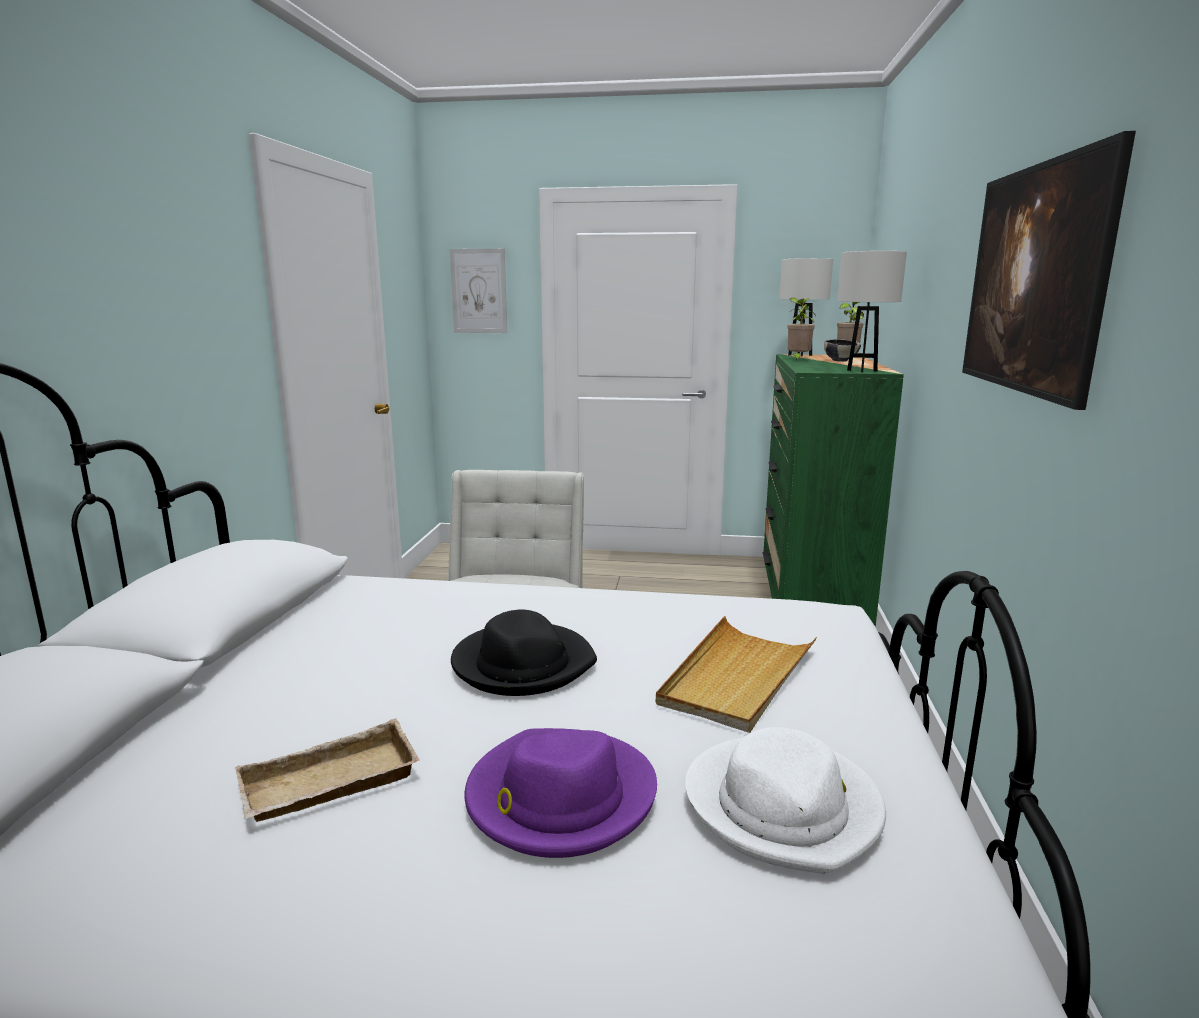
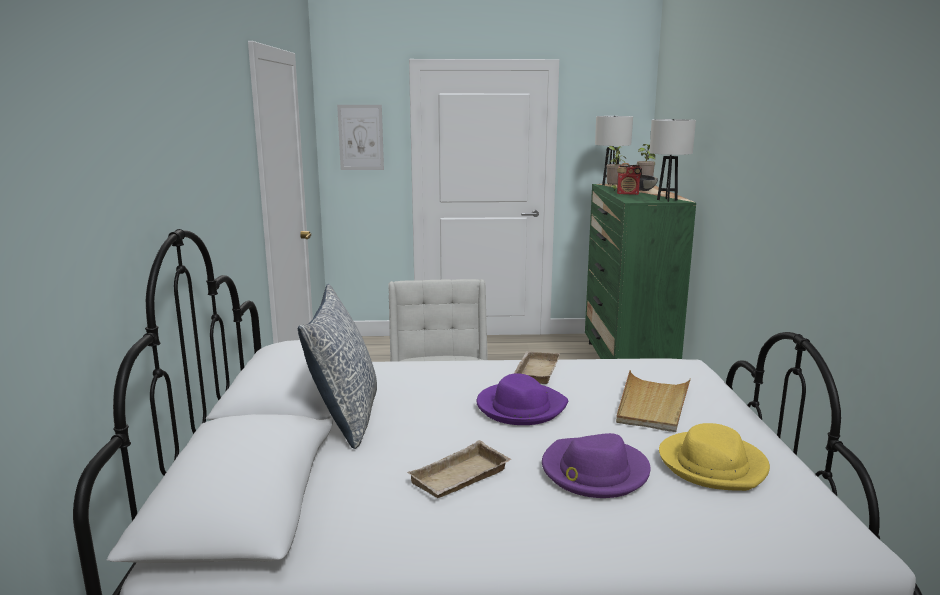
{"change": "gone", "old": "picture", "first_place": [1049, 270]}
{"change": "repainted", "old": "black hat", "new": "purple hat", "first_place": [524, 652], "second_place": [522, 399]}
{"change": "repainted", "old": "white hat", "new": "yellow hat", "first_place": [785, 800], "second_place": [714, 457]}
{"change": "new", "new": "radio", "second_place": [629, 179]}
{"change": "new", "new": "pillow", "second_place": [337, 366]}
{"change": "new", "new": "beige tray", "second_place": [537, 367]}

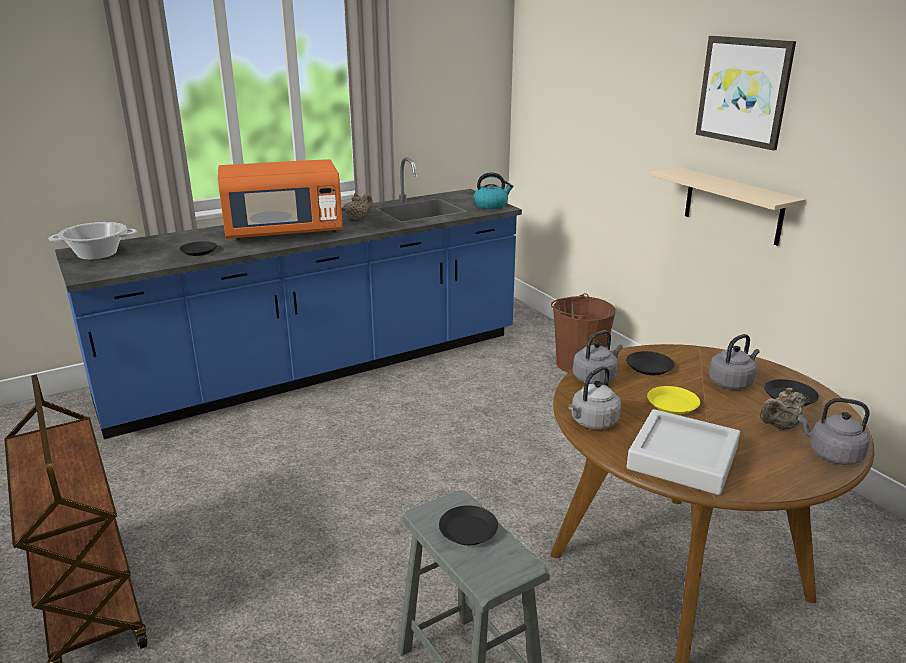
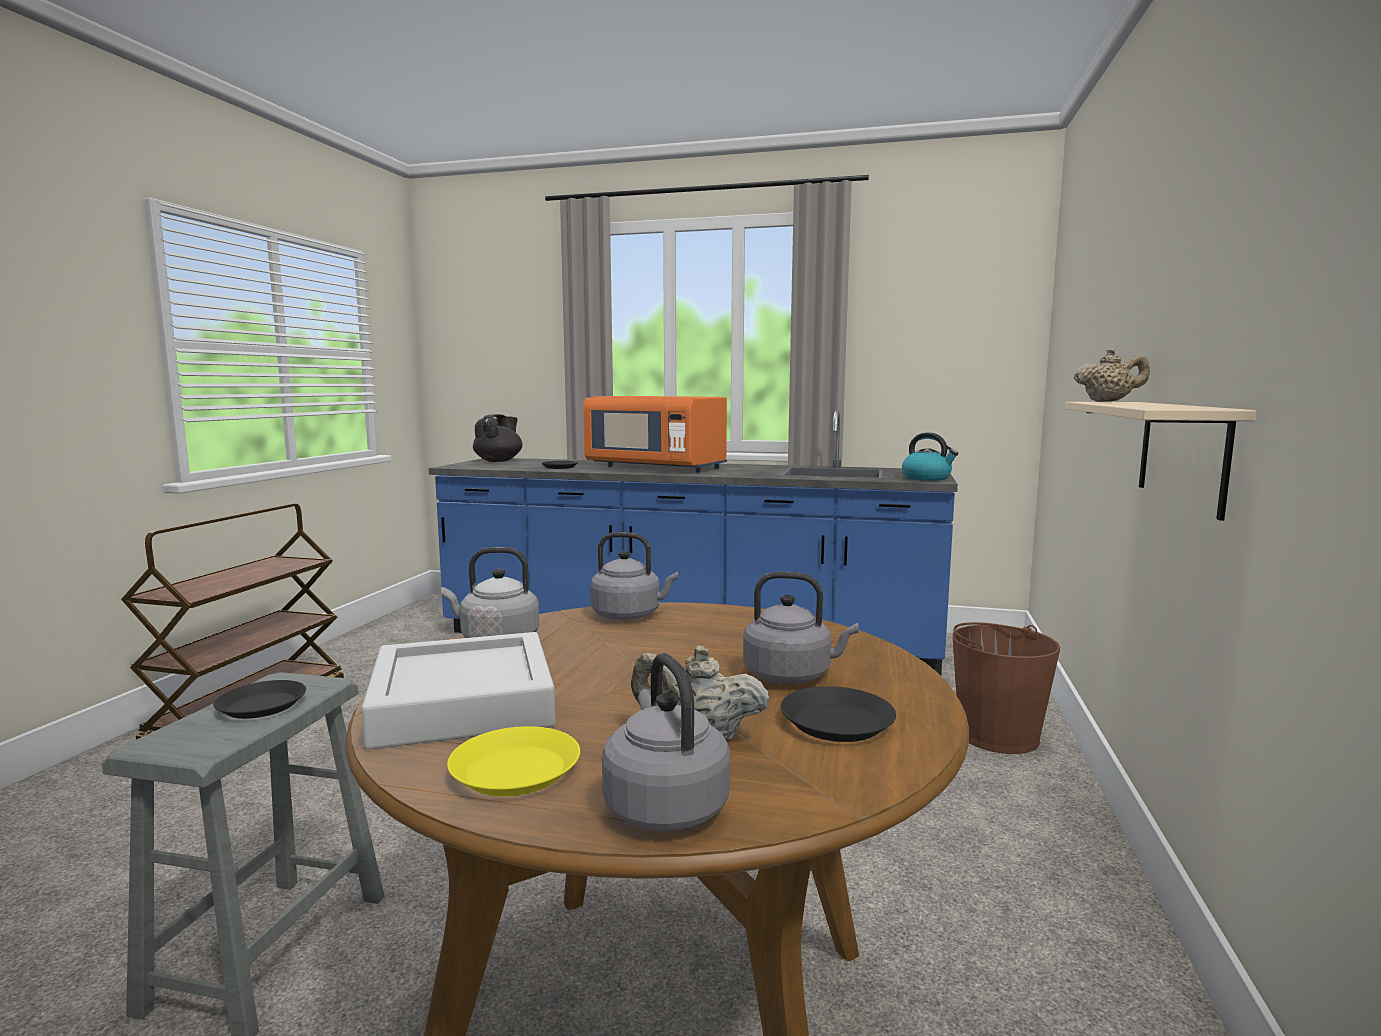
{"change": "gone", "old": "picture", "first_place": [746, 93]}
{"change": "shifted", "old": "beige teapot", "first_place": [358, 206], "second_place": [1112, 375]}
{"change": "swapped", "old": "cooking pot", "new": "black teapot", "first_place": [93, 241], "second_place": [497, 438]}
{"change": "gone", "old": "black plate", "first_place": [650, 363]}
{"change": "shifted", "old": "yellow plate", "first_place": [673, 400], "second_place": [513, 761]}

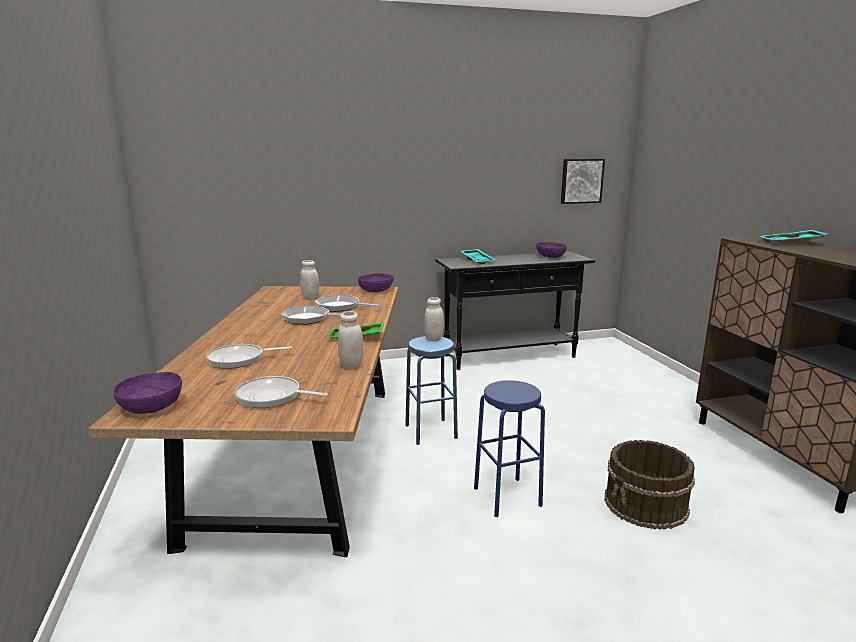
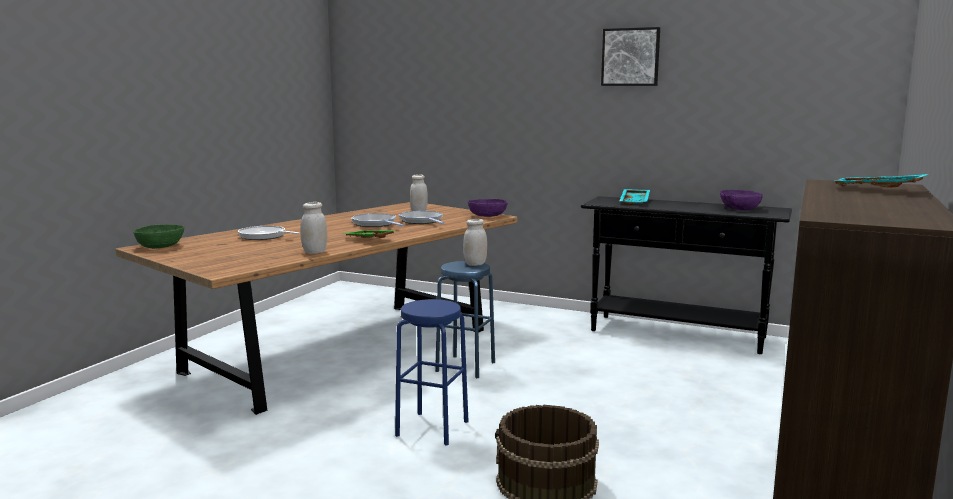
{"change": "shifted", "old": "picture", "first_place": [583, 181], "second_place": [630, 56]}
{"change": "repainted", "old": "purple bowl", "new": "green bowl", "first_place": [147, 393], "second_place": [159, 236]}
{"change": "gone", "old": "frying pan", "first_place": [281, 392]}

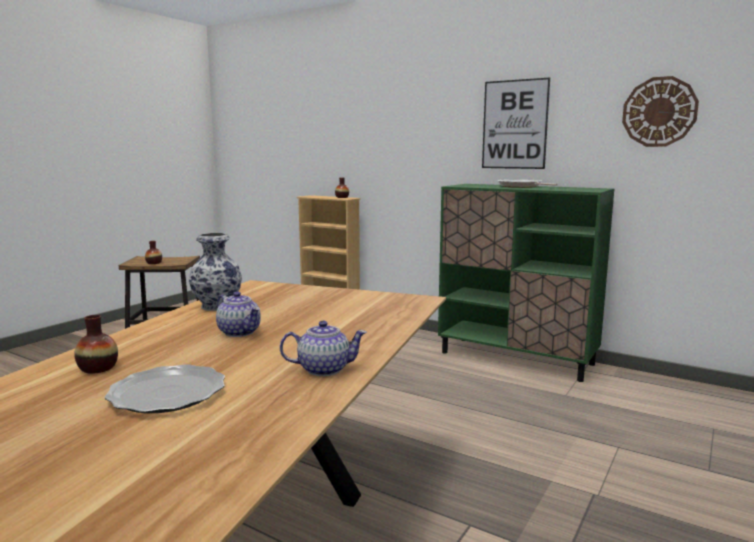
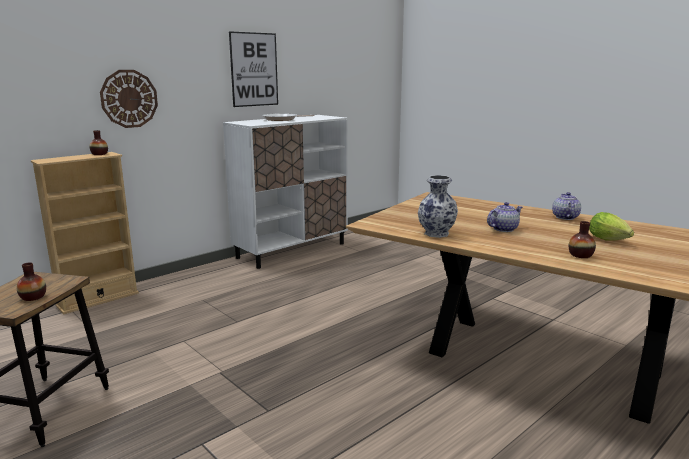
{"change": "shifted", "old": "wall clock", "first_place": [660, 111], "second_place": [129, 99]}
{"change": "repainted", "old": "green cabinet", "new": "white cabinet", "first_place": [526, 283], "second_place": [285, 192]}
{"change": "swapped", "old": "plate", "new": "lettuce", "first_place": [164, 389], "second_place": [611, 226]}

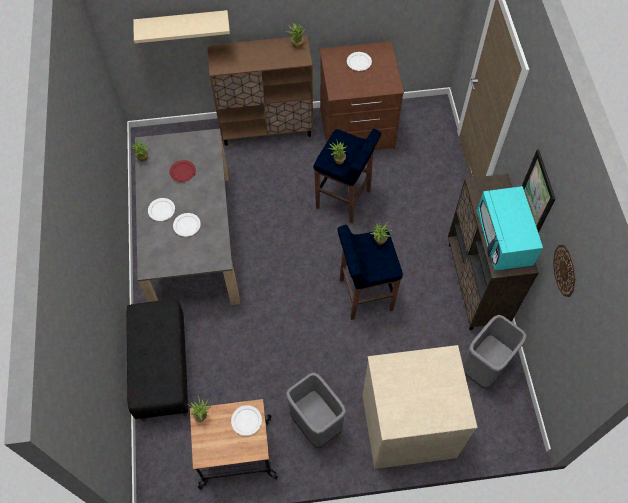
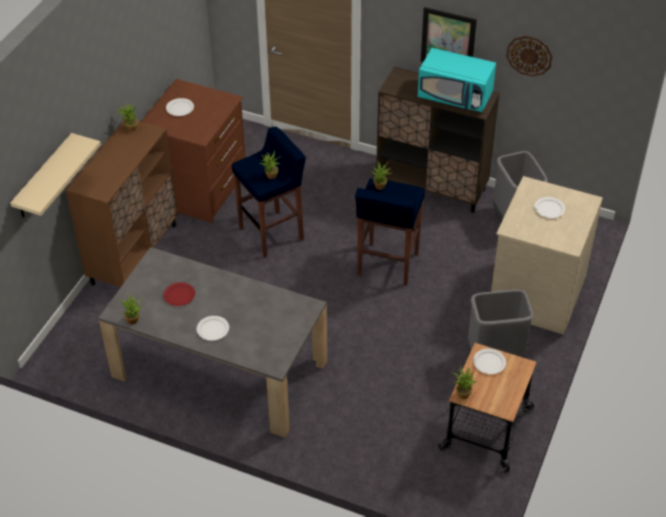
{"change": "shifted", "old": "white plate", "first_place": [187, 225], "second_place": [549, 207]}
{"change": "gone", "old": "black bench", "first_place": [157, 360]}

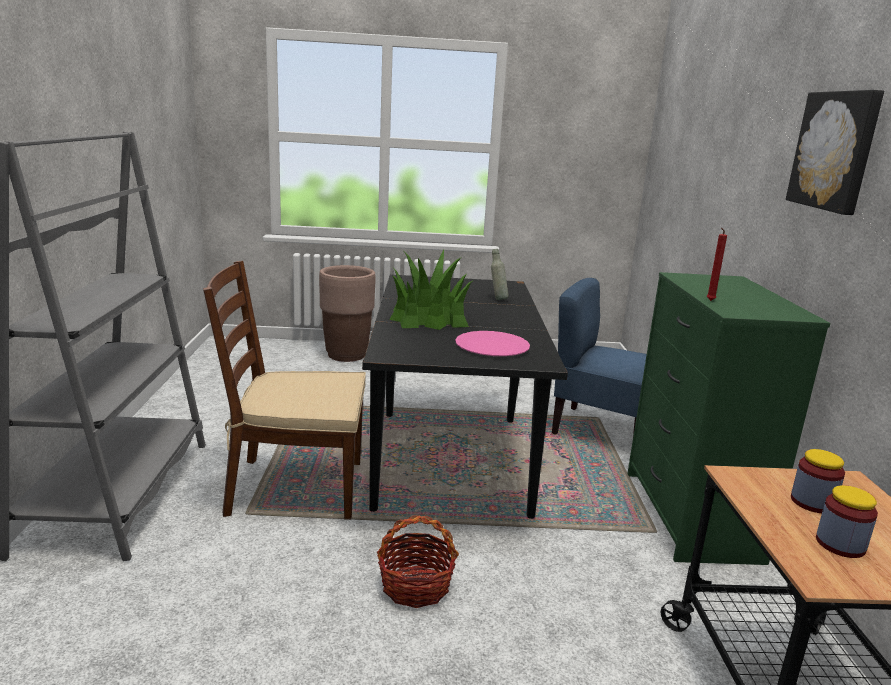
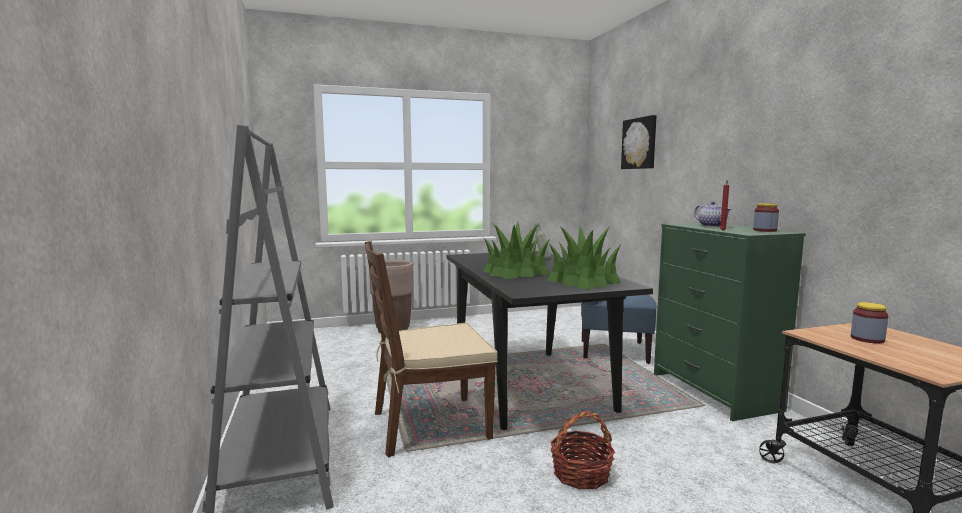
{"change": "shifted", "old": "picture", "first_place": [835, 152], "second_place": [639, 142]}
{"change": "swapped", "old": "pink plate", "new": "potted plant", "first_place": [492, 343], "second_place": [584, 258]}
{"change": "shifted", "old": "jar", "first_place": [847, 521], "second_place": [766, 217]}
{"change": "new", "new": "teapot", "second_place": [713, 214]}

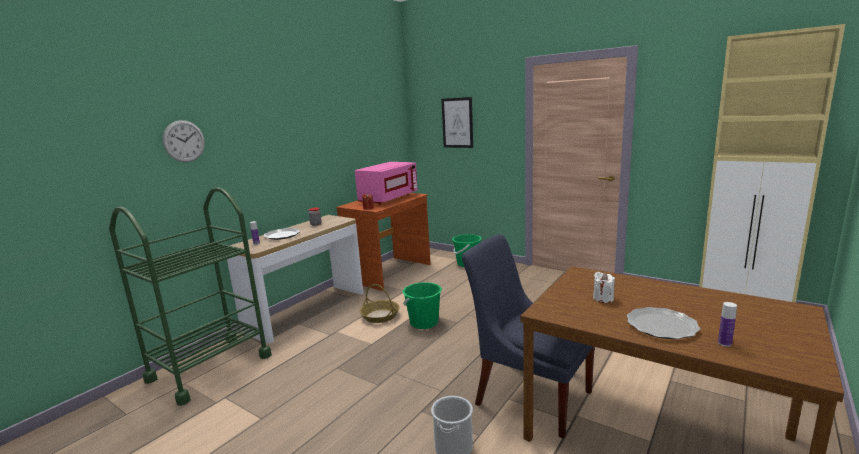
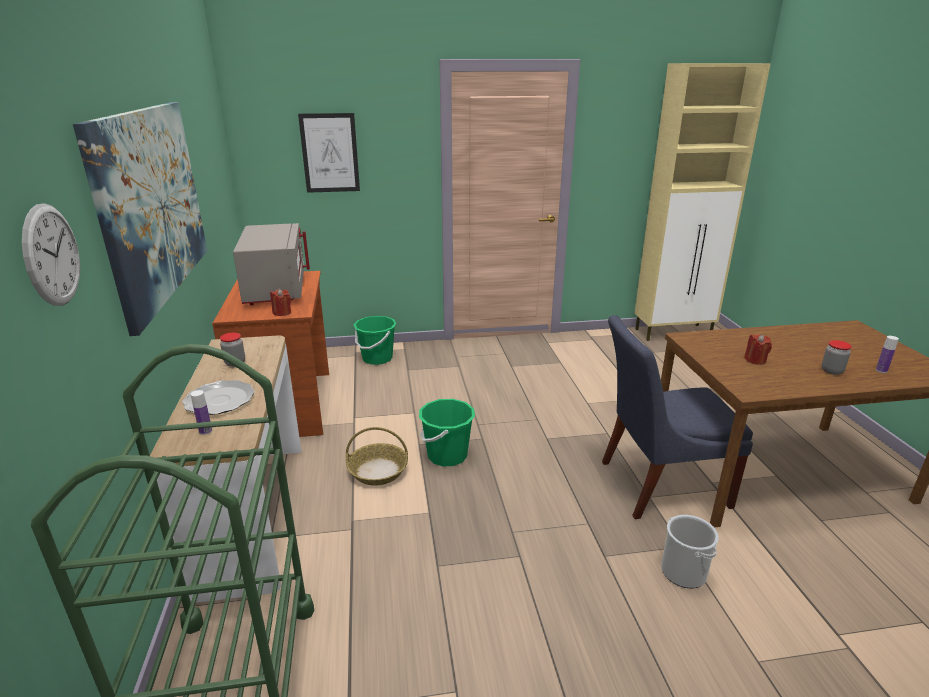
{"change": "repainted", "old": "pink microwave", "new": "grey microwave", "first_place": [386, 183], "second_place": [271, 264]}
{"change": "repainted", "old": "white candle", "new": "red candle", "first_place": [604, 287], "second_place": [758, 349]}
{"change": "swapped", "old": "plate", "new": "jar", "first_place": [664, 323], "second_place": [836, 357]}
{"change": "new", "new": "picture", "second_place": [140, 219]}

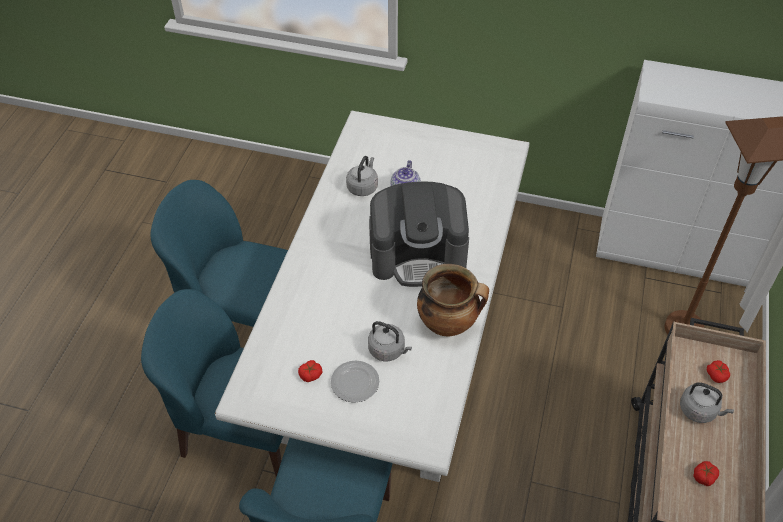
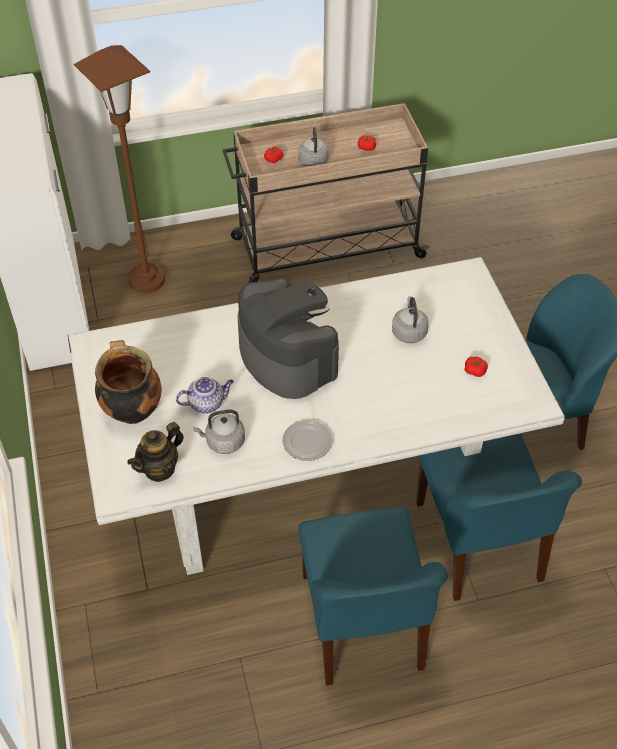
{"change": "shifted", "old": "cooking pot", "first_place": [453, 300], "second_place": [128, 382]}
{"change": "shifted", "old": "plate", "first_place": [355, 382], "second_place": [307, 440]}
{"change": "new", "new": "teapot", "second_place": [155, 452]}

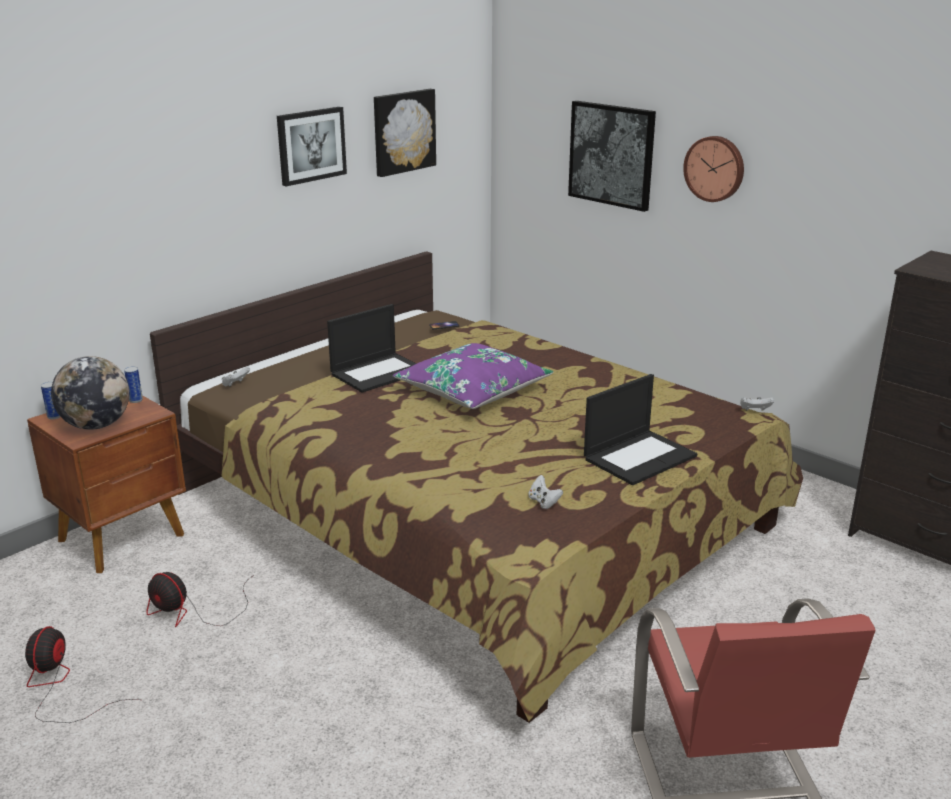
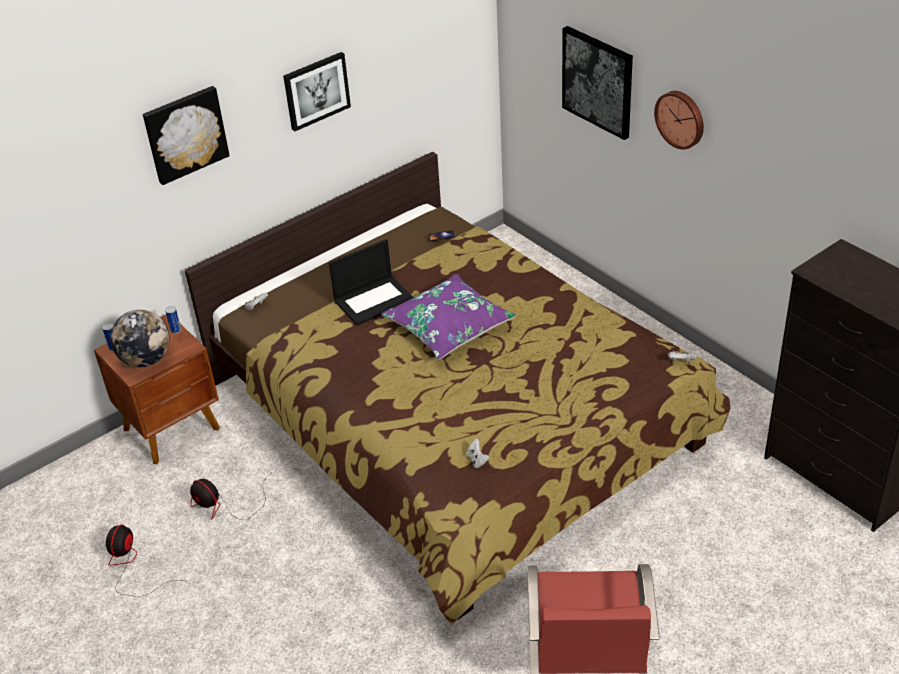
{"change": "shifted", "old": "picture", "first_place": [405, 133], "second_place": [186, 135]}
{"change": "gone", "old": "laptop", "first_place": [640, 429]}

